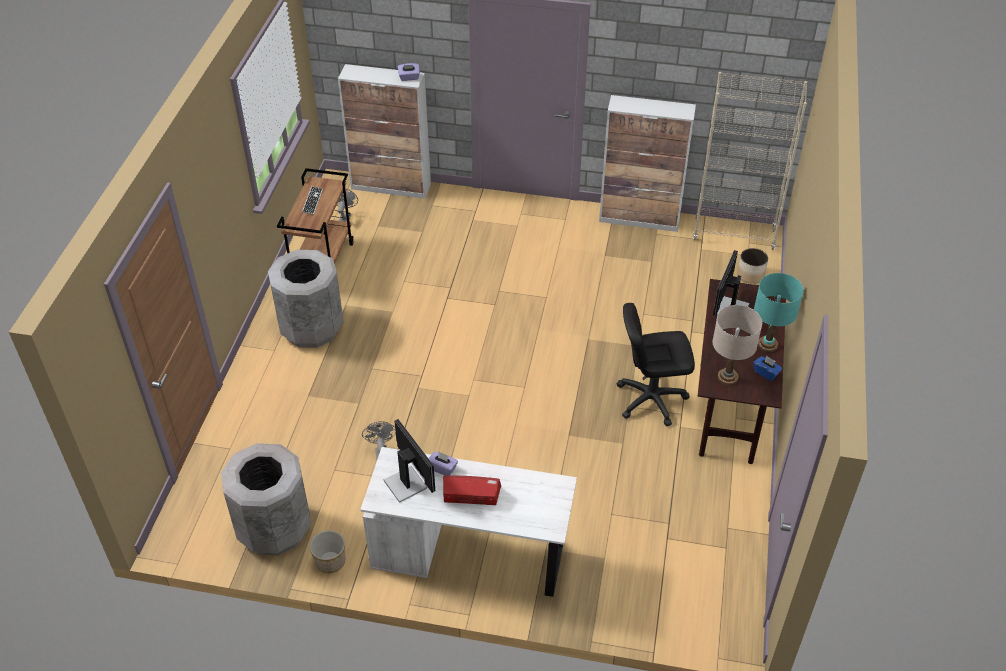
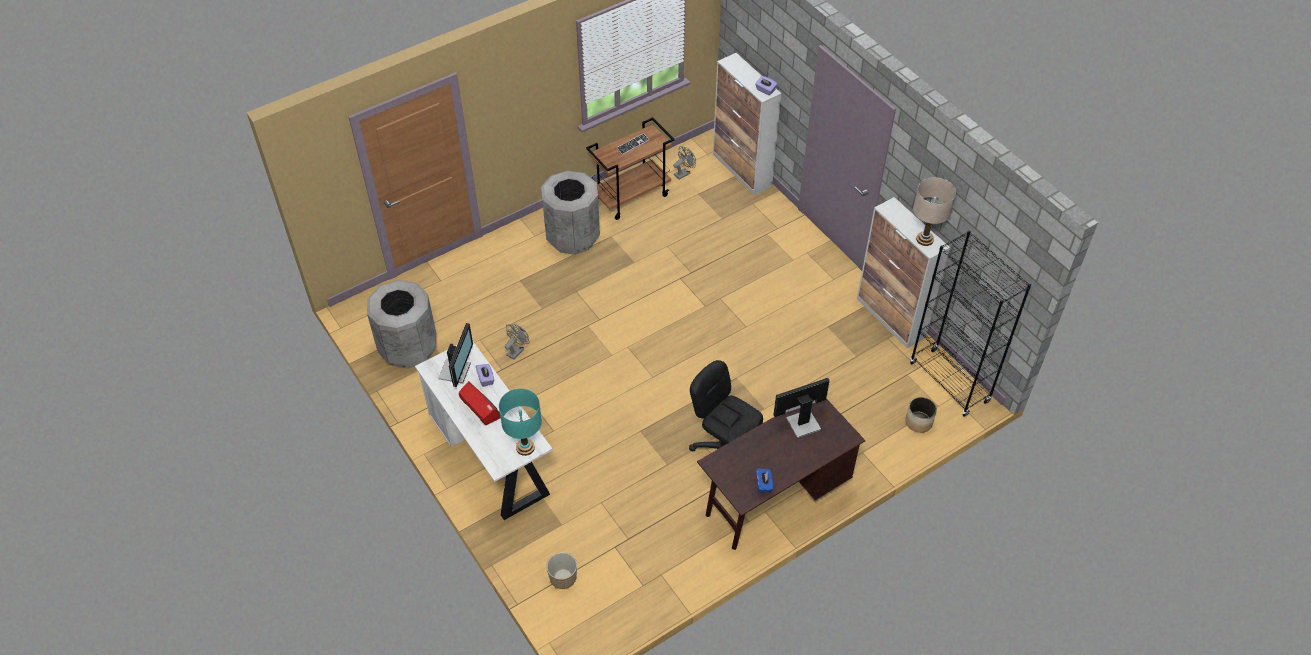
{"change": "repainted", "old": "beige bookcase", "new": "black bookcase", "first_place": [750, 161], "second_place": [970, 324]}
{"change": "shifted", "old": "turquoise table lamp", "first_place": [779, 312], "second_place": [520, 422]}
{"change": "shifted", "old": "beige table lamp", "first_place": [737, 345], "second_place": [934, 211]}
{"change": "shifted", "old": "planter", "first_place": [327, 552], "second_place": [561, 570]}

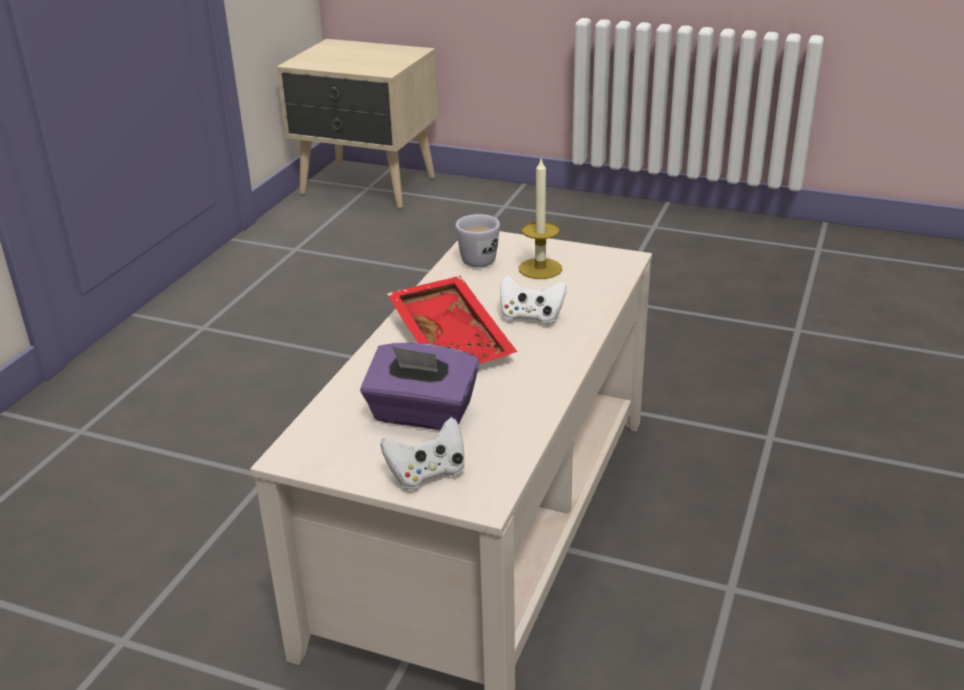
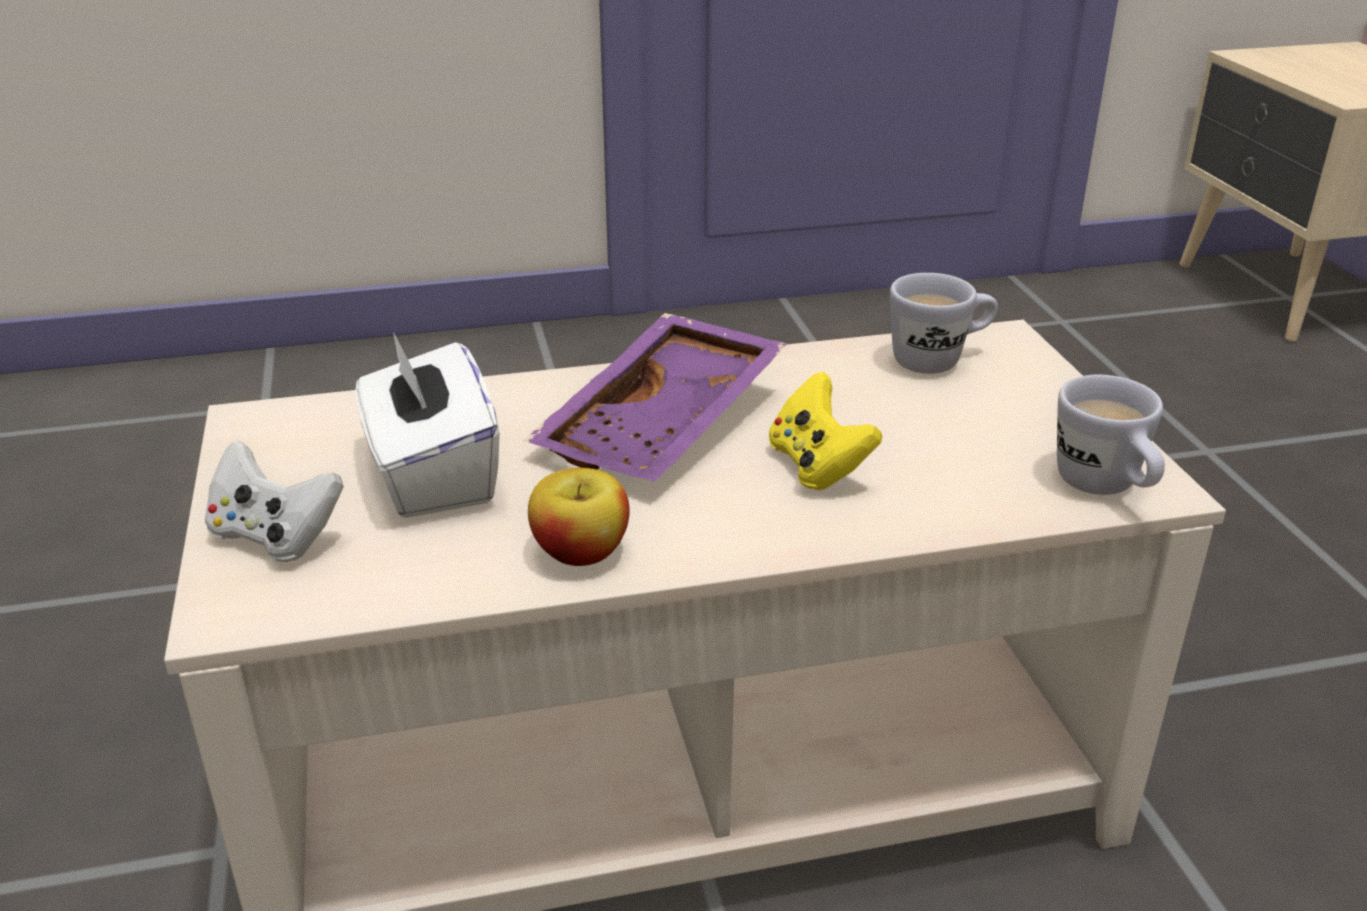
{"change": "gone", "old": "candle", "first_place": [540, 219]}
{"change": "repainted", "old": "white game controller", "new": "yellow game controller", "first_place": [533, 299], "second_place": [825, 431]}
{"change": "repainted", "old": "red tray", "new": "purple tray", "first_place": [452, 320], "second_place": [655, 397]}
{"change": "repainted", "old": "purple tissue box", "new": "white tissue box", "first_place": [419, 386], "second_place": [427, 425]}
{"change": "new", "new": "white mug", "second_place": [1111, 435]}
{"change": "new", "new": "apple", "second_place": [579, 517]}

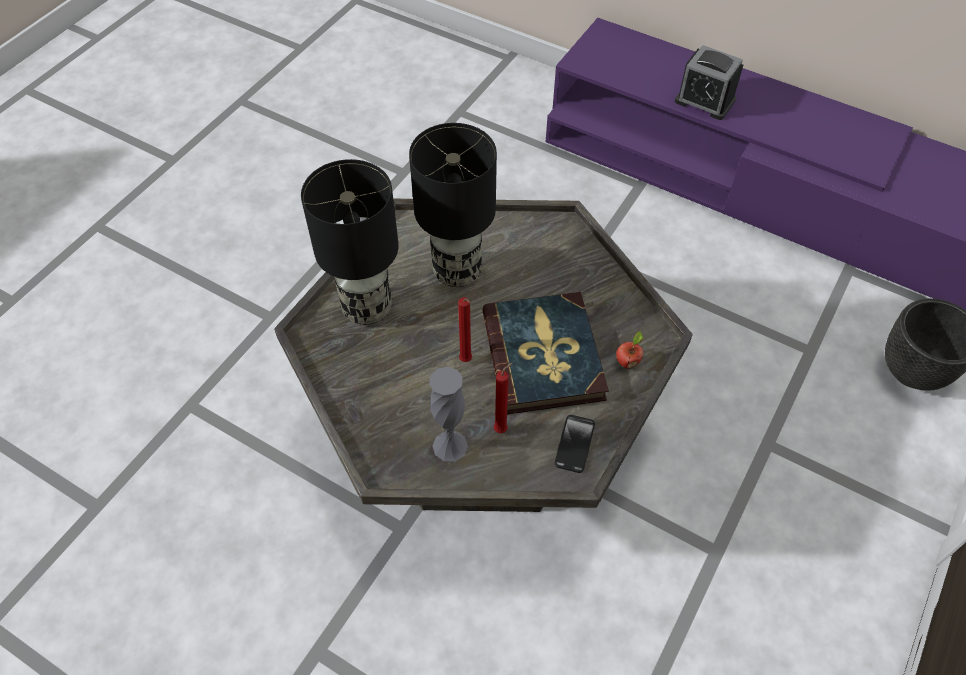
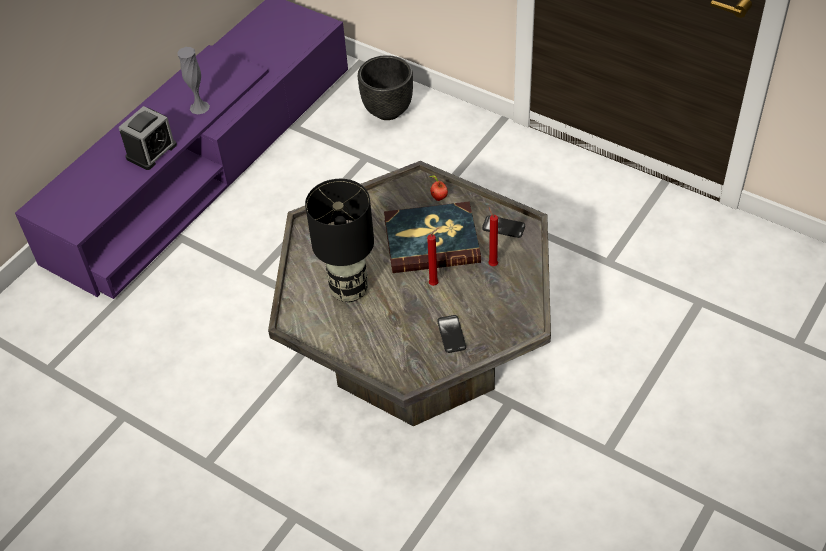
{"change": "gone", "old": "black table lamp", "first_place": [350, 242]}
{"change": "shifted", "old": "grey vase", "first_place": [448, 414], "second_place": [193, 80]}
{"change": "new", "new": "phone", "second_place": [451, 334]}

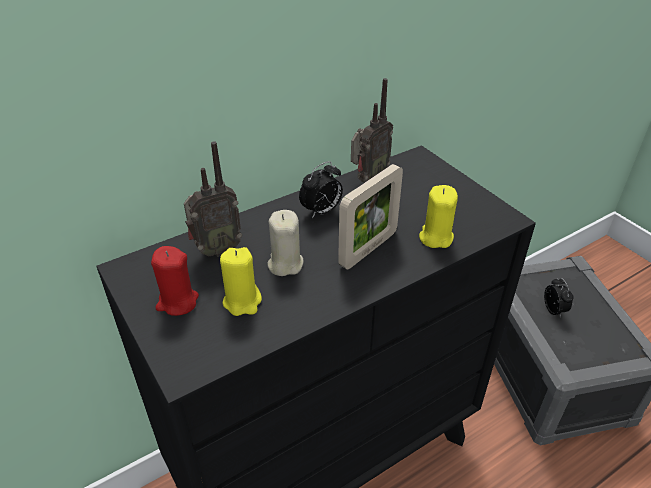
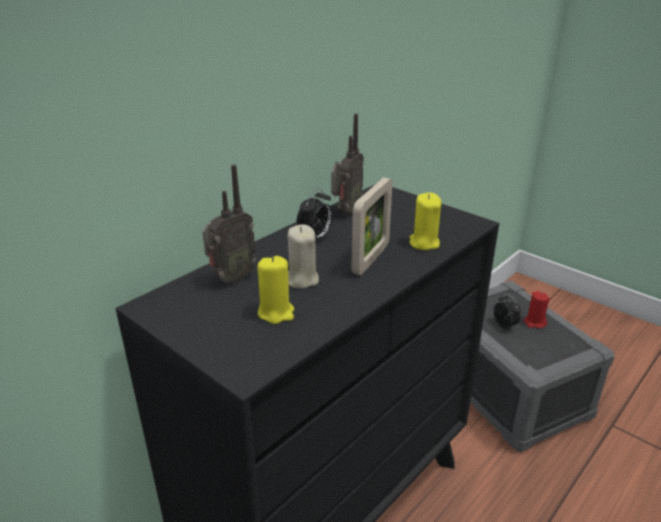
{"change": "shifted", "old": "red candle", "first_place": [175, 281], "second_place": [537, 309]}

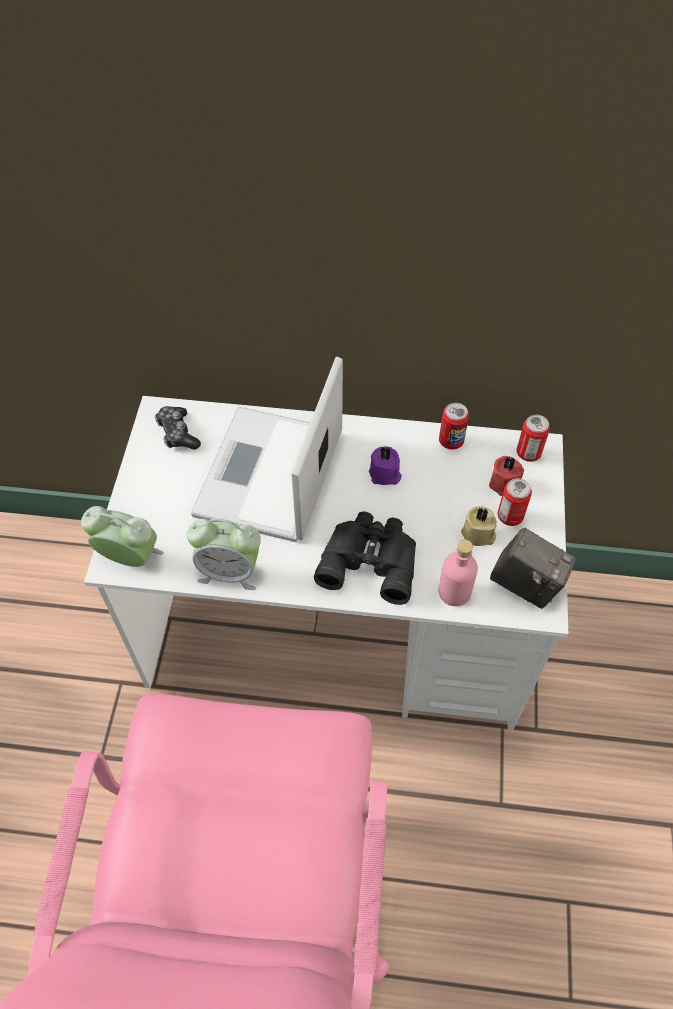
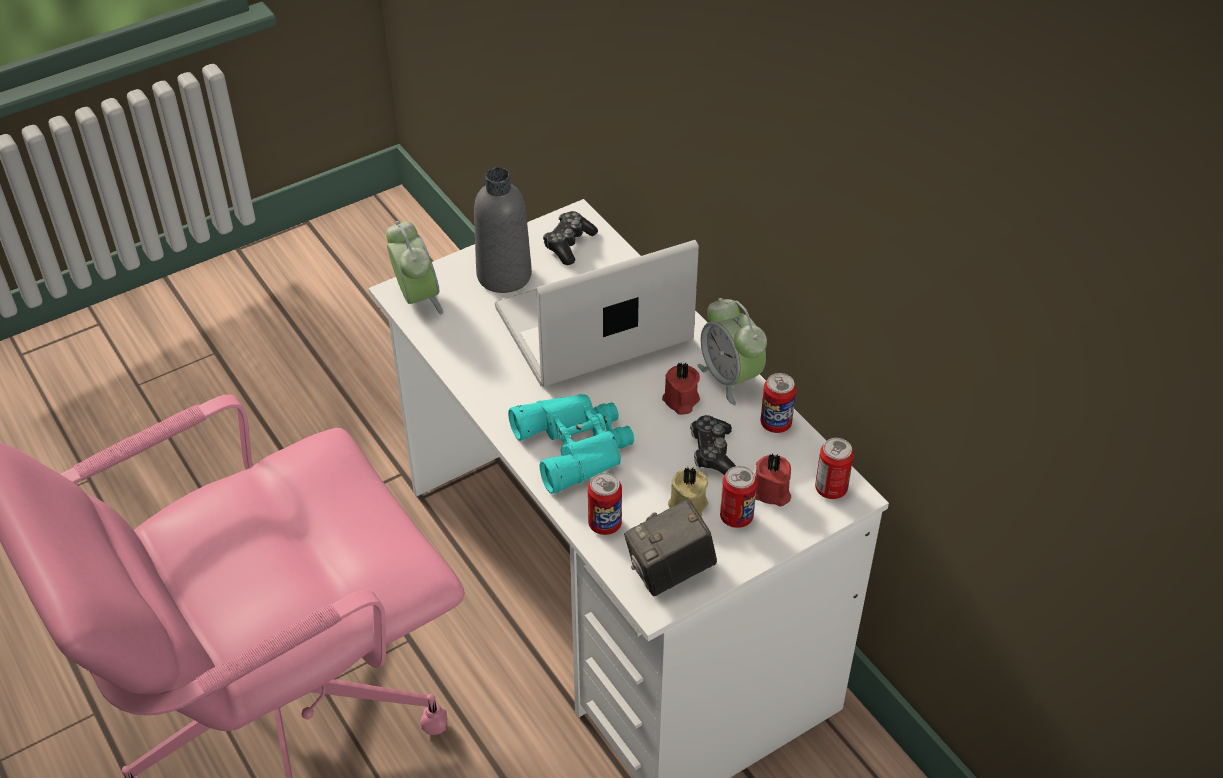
{"change": "repainted", "old": "purple candle", "new": "red candle", "first_place": [385, 465], "second_place": [681, 388]}
{"change": "repainted", "old": "black binoculars", "new": "turquoise binoculars", "first_place": [365, 558], "second_place": [571, 444]}
{"change": "shifted", "old": "alarm clock", "first_place": [224, 554], "second_place": [732, 351]}
{"change": "rotated", "old": "photo camera", "first_place": [533, 568], "second_place": [670, 547], "degrees": 75}
{"change": "swapped", "old": "pink bottle", "new": "can", "first_place": [458, 573], "second_place": [605, 504]}
{"change": "new", "new": "grey bottle", "second_place": [503, 230]}
{"change": "new", "new": "game controller", "second_place": [713, 445]}

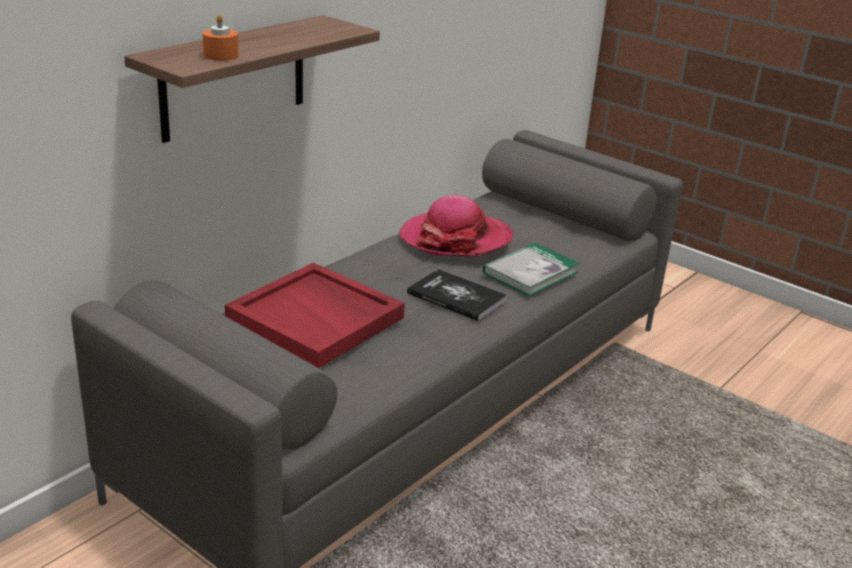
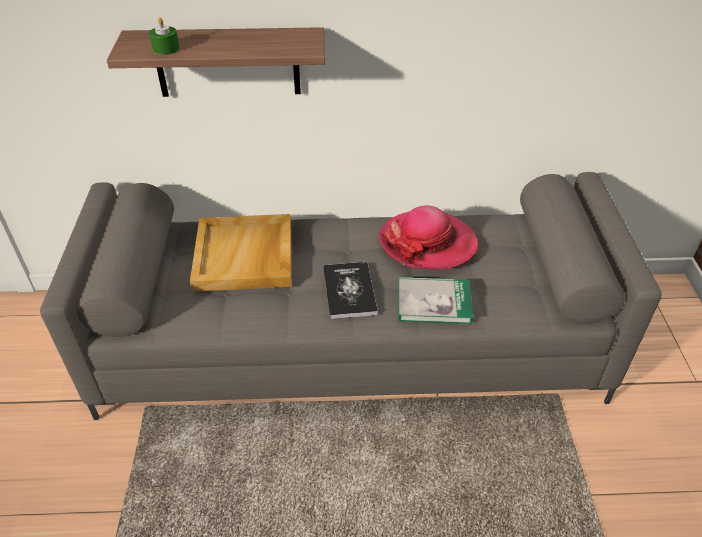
{"change": "repainted", "old": "orange candle", "new": "green candle", "first_place": [221, 37], "second_place": [164, 36]}
{"change": "repainted", "old": "red tray", "new": "beige tray", "first_place": [315, 315], "second_place": [241, 253]}

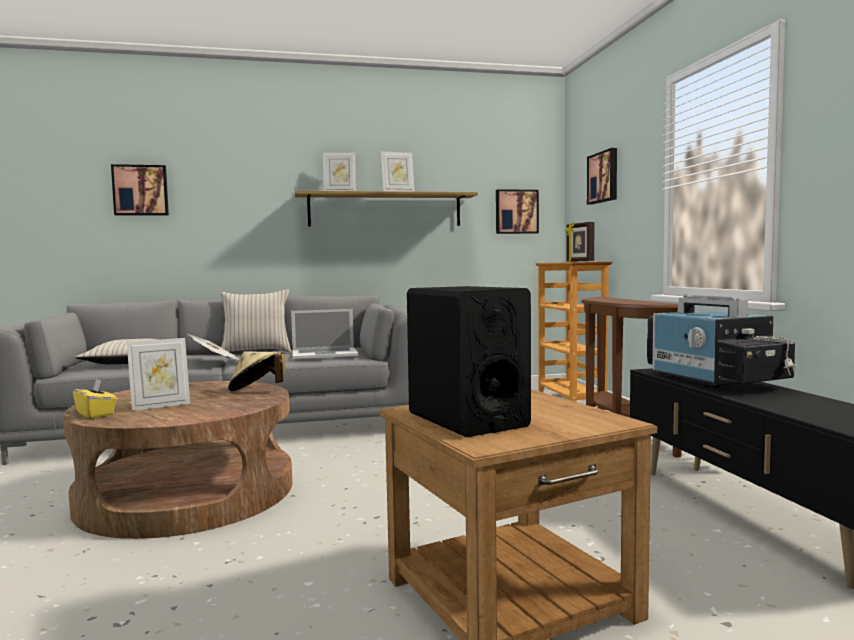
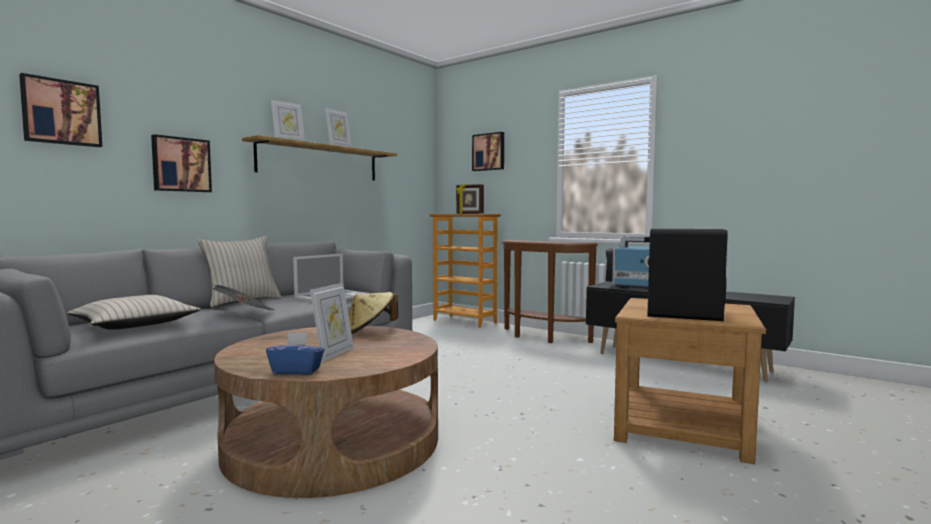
{"change": "shifted", "old": "picture", "first_place": [517, 211], "second_place": [181, 163]}
{"change": "repainted", "old": "yellow tissue box", "new": "blue tissue box", "first_place": [95, 399], "second_place": [295, 353]}

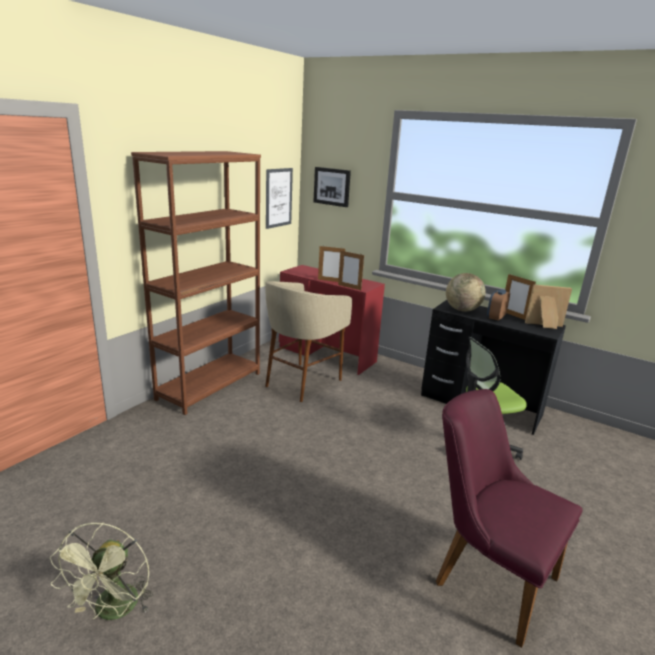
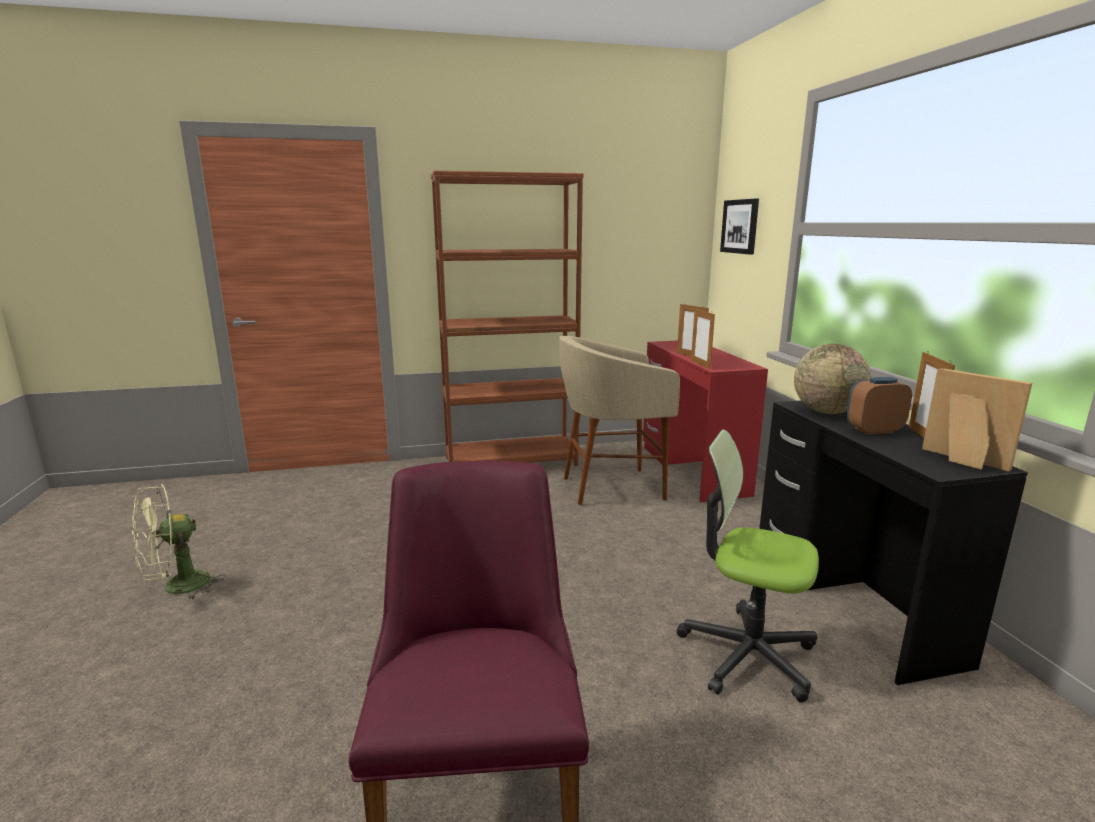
{"change": "gone", "old": "picture", "first_place": [279, 198]}

